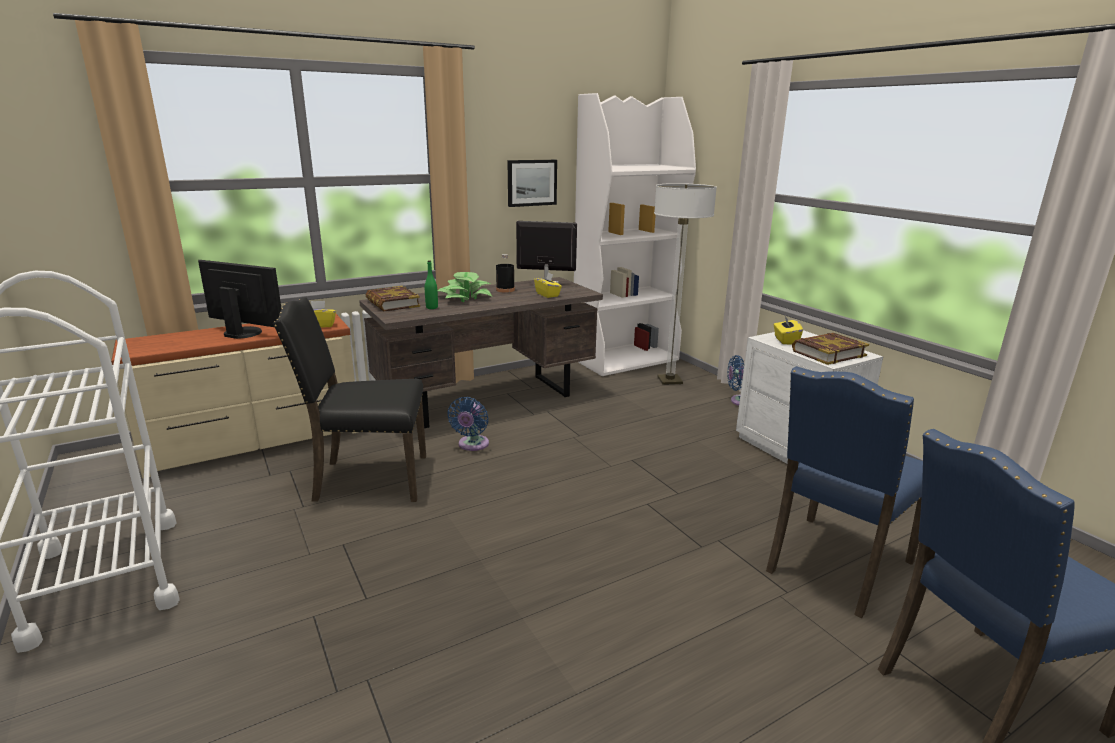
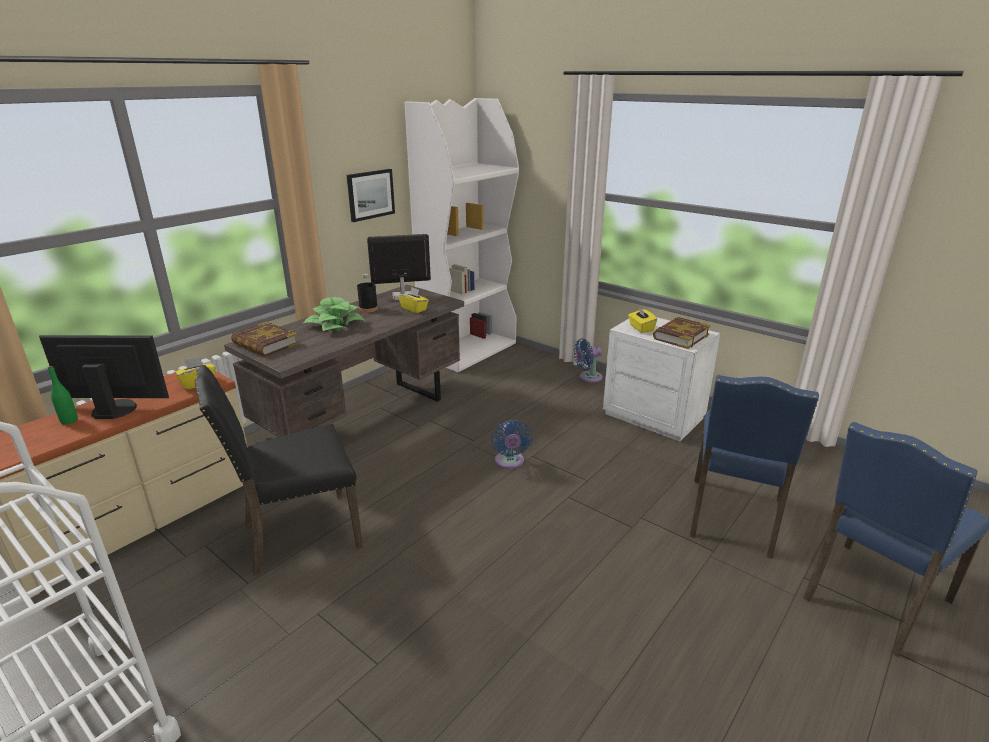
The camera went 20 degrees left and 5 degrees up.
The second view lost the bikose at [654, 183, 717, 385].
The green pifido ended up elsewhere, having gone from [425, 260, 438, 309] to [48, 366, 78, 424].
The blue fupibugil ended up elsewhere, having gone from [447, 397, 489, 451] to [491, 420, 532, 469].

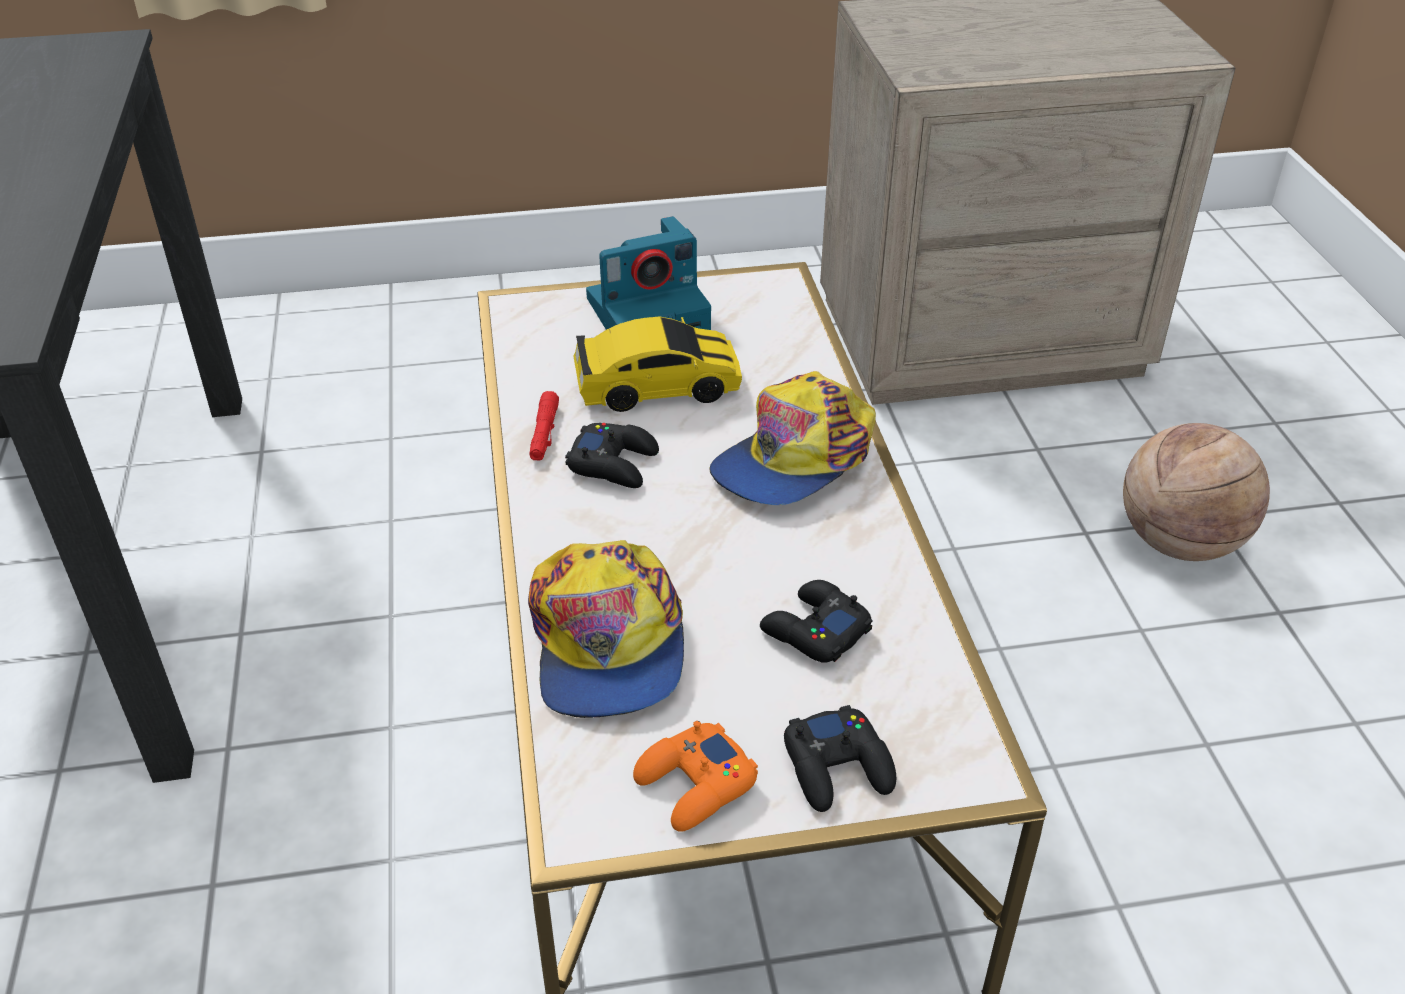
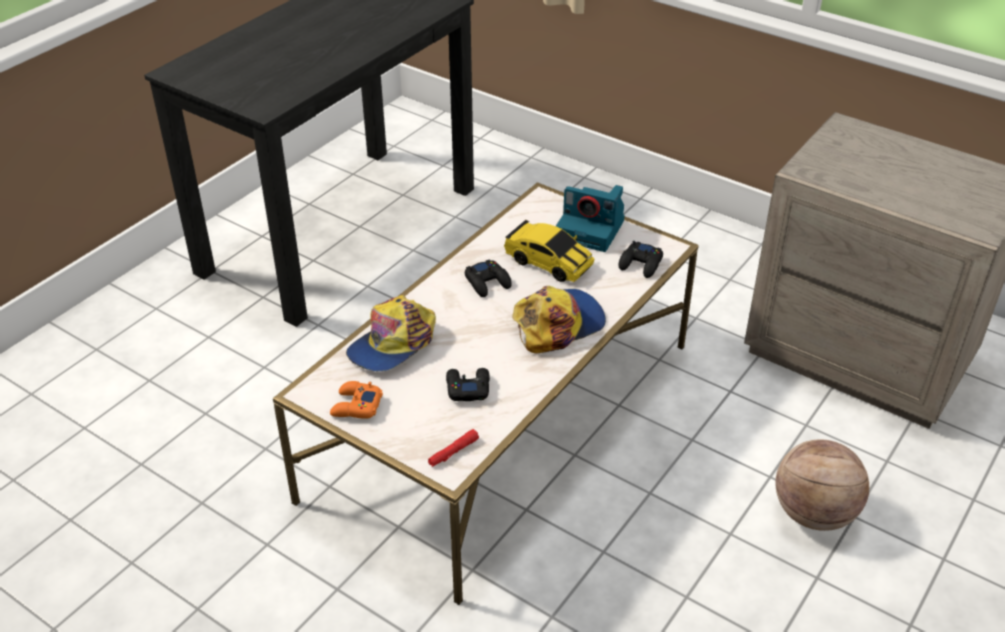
The camera went 45 degrees right and 0 degrees up.
The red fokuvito ended up elsewhere, having gone from [529, 391, 559, 461] to [428, 429, 479, 467].
The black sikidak ended up elsewhere, having gone from [784, 705, 896, 812] to [619, 241, 663, 278].
The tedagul at [709, 371, 876, 505] ended up facing another way, 150 degrees clockwise from before.

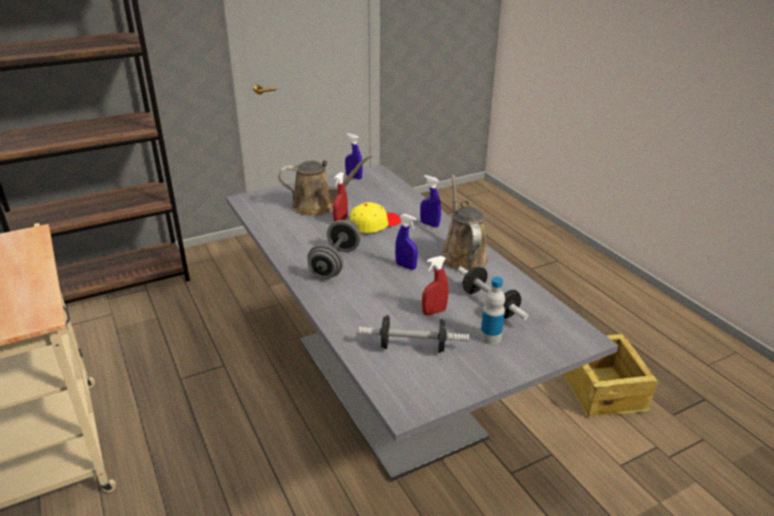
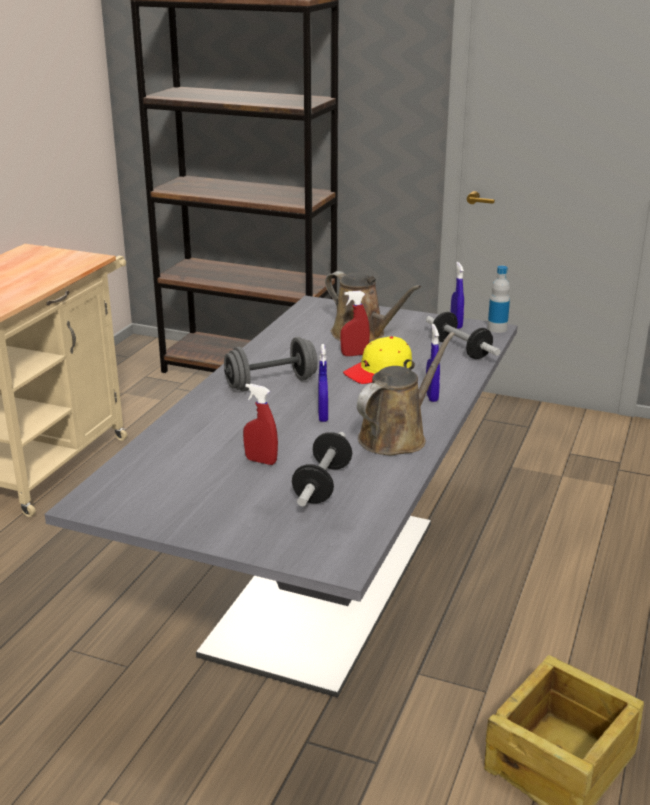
The camera went 50 degrees right and 5 degrees down.
The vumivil ended up elsewhere, having gone from [359, 315, 469, 353] to [426, 312, 501, 359].
The pifido ended up elsewhere, having gone from [480, 277, 505, 344] to [487, 266, 510, 333].
The yellow tedagul at [350, 202, 401, 233] ended up facing another way, 135 degrees clockwise from before.

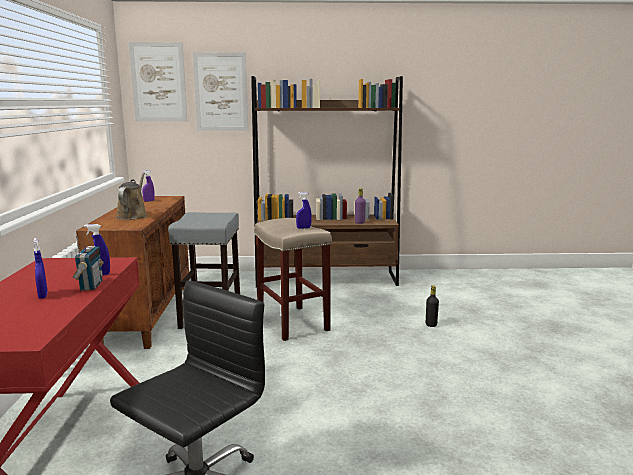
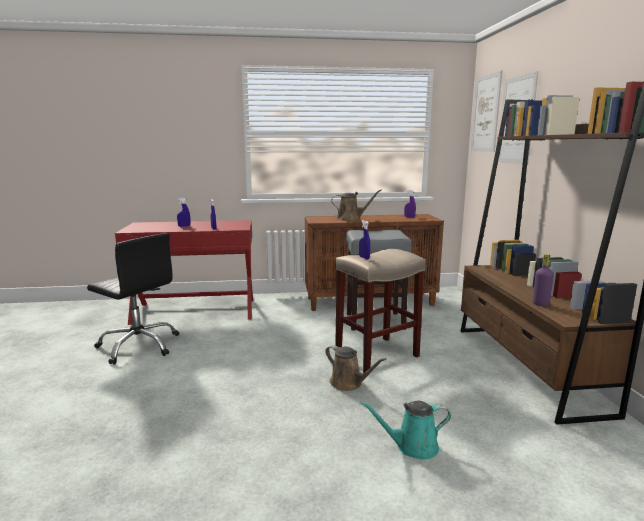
The camera went 85 degrees right and 0 degrees up.
The second view lost the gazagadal at [72, 234, 103, 291].
The second view gained the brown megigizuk at [325, 345, 386, 391].
Where the black pifido stood at [426, 285, 439, 327], the turquoise megigizuk came to stand at [360, 401, 451, 460].

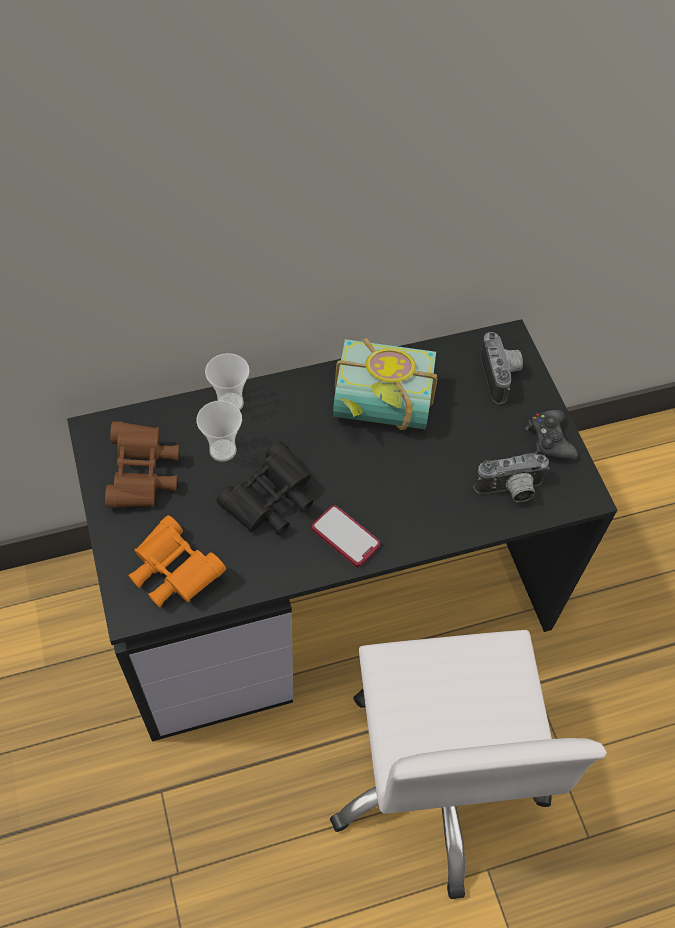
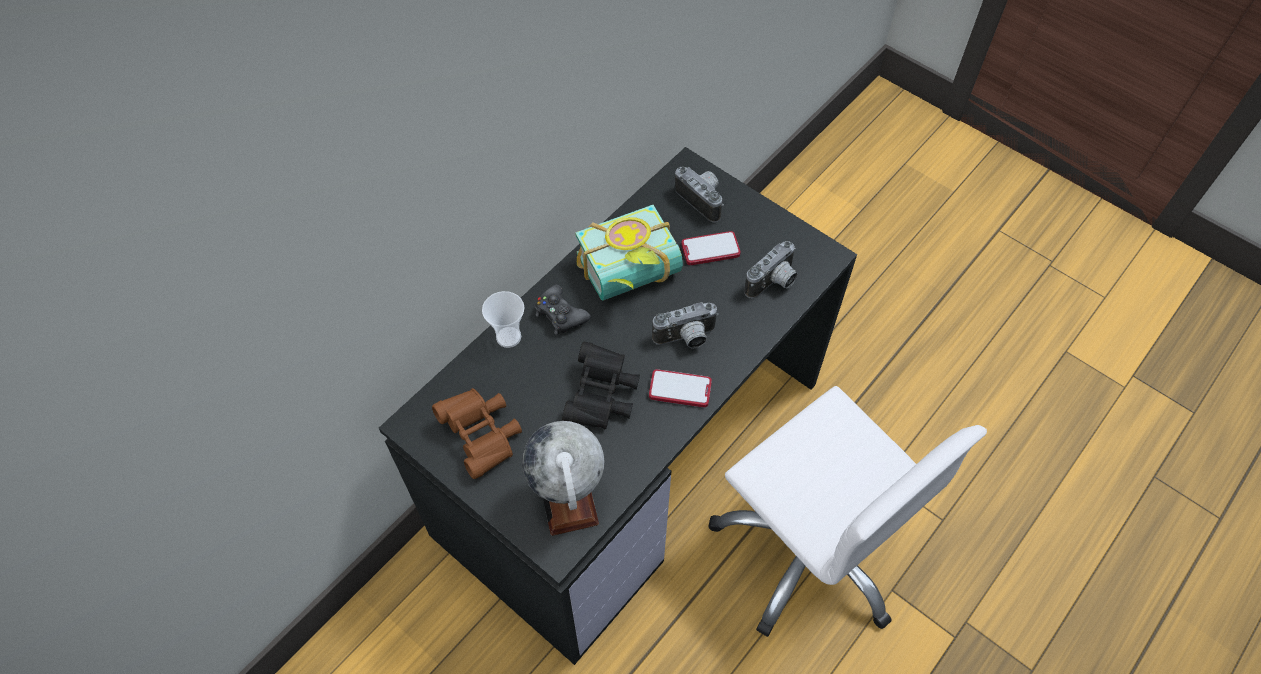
The camera went 30 degrees left and 0 degrees up.
The second view lost the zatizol at [197, 401, 242, 462].
The second view gained the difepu at [652, 302, 719, 349].
The second view gained the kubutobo at [681, 231, 741, 265].
The black sikidak ended up elsewhere, having gone from [525, 410, 578, 460] to [535, 285, 591, 335].
Where the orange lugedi stood at [128, 515, 226, 607], the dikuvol came to stand at [522, 421, 604, 536].

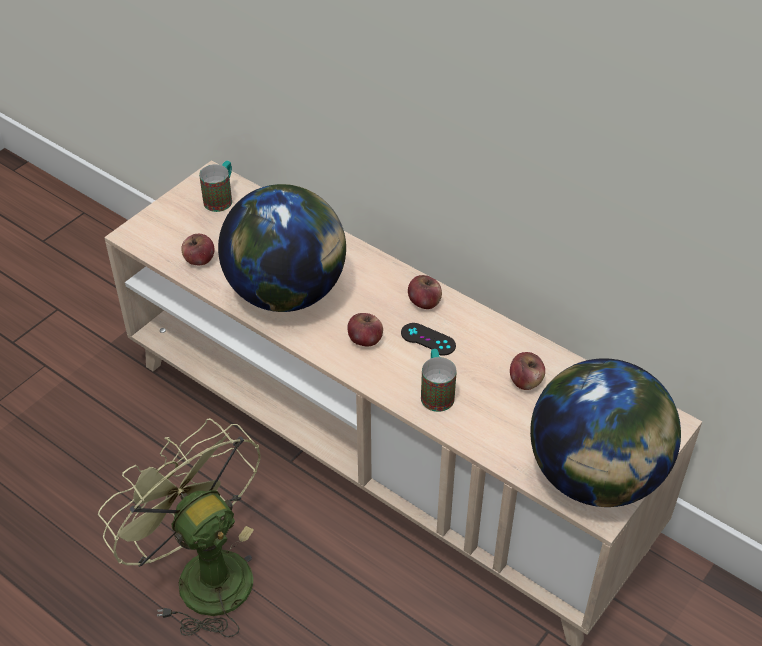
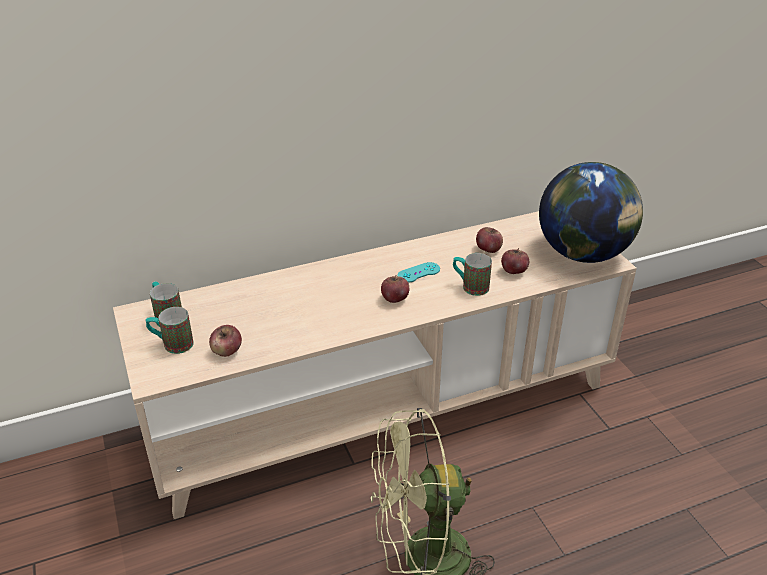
The camera went 60 degrees left and 10 degrees down.
The second view lost the dikuvol at [218, 184, 346, 312].
The second view gained the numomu at [146, 307, 194, 354].
The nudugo ended up elsewhere, having gone from [408, 275, 442, 309] to [501, 248, 529, 274].
What was the black sikidak at [401, 323, 456, 356] turned into the turquoise sikidak at [397, 262, 440, 283].

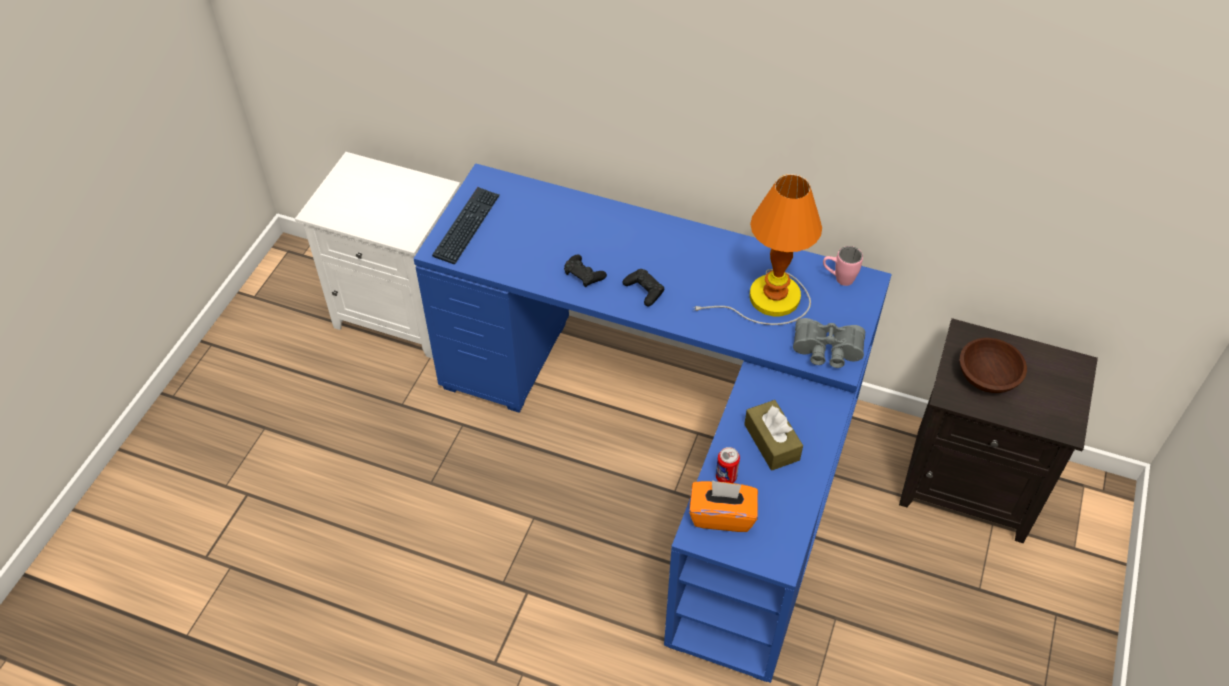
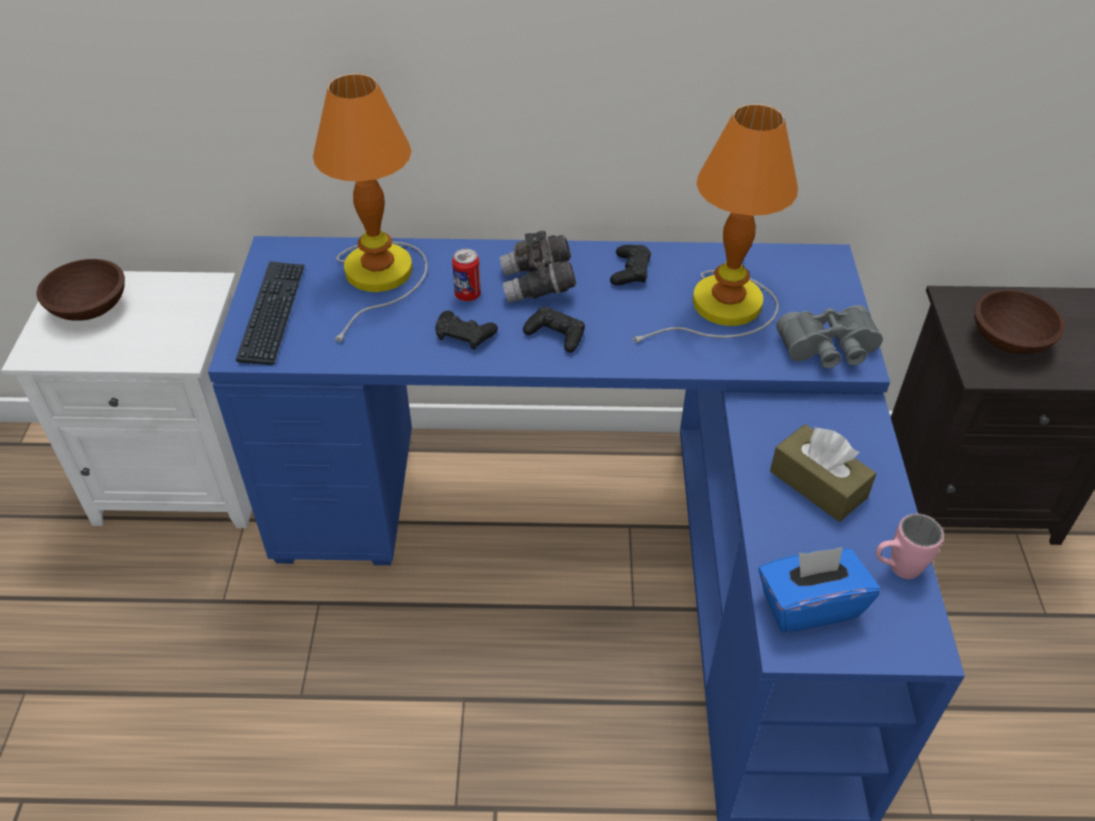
The camera went 20 degrees left and 5 degrees down.
The second view gained the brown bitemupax at [36, 259, 125, 321].
The second view gained the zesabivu at [313, 73, 428, 343].
The second view gained the grey lugedi at [500, 231, 576, 303].
The second view gained the black sikidak at [610, 245, 651, 285].
The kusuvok ended up elsewhere, having gone from [716, 447, 740, 483] to [452, 249, 481, 301].
The pink numomu ended up elsewhere, having gone from [823, 246, 863, 286] to [876, 514, 944, 579].
What was the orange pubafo at [689, 480, 758, 532] turned into the blue pubafo at [759, 547, 880, 633].

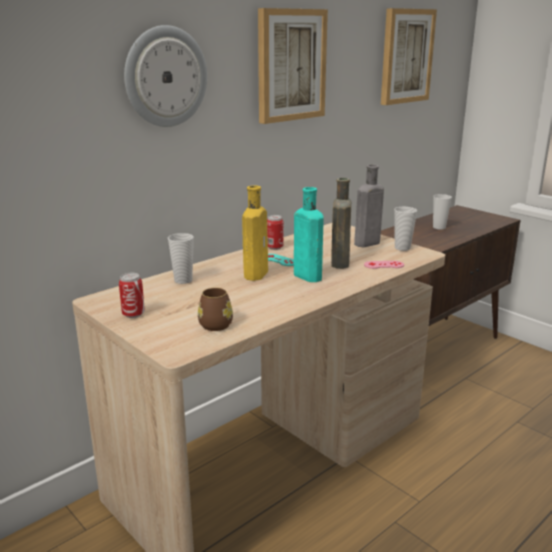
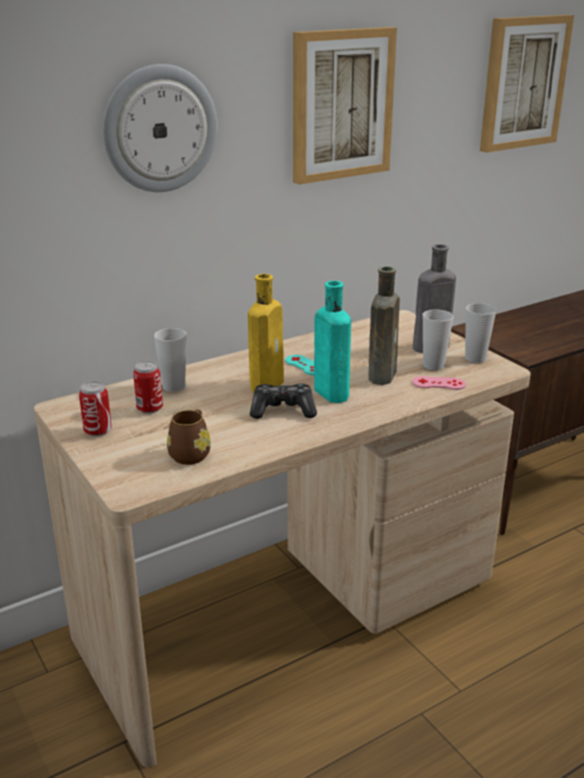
The camera went 10 degrees right and 5 degrees up.
The second view gained the sikidak at [250, 384, 317, 419].
The kusuvok ended up elsewhere, having gone from [267, 215, 284, 250] to [133, 361, 163, 414].
The zatizol ended up elsewhere, having gone from [433, 194, 452, 230] to [423, 309, 454, 370].

